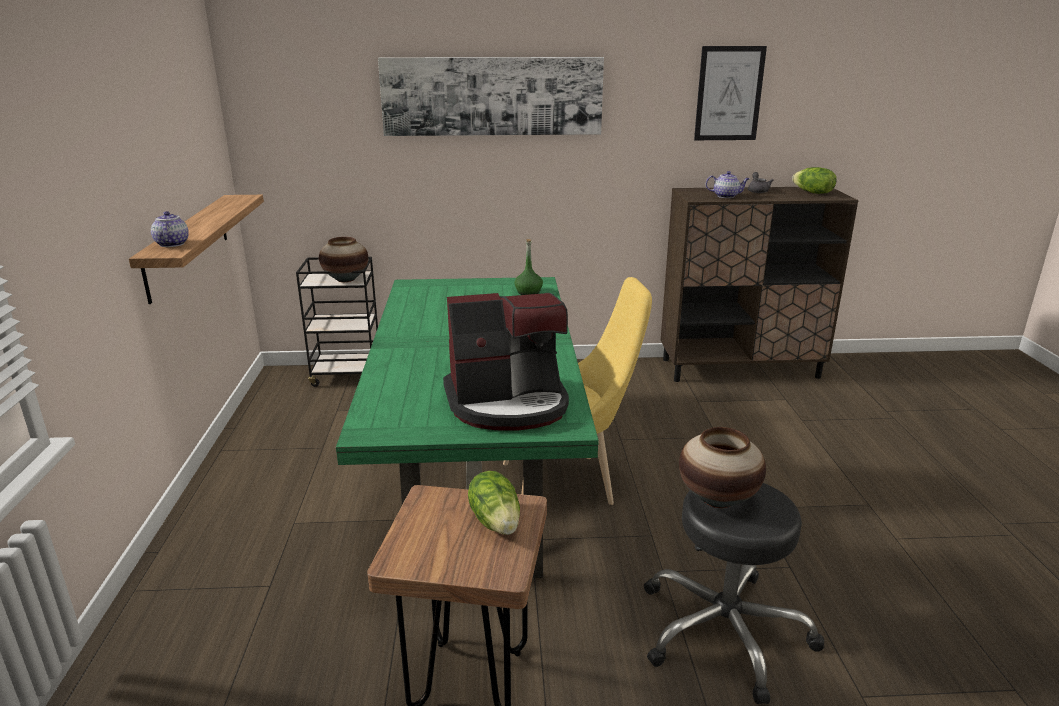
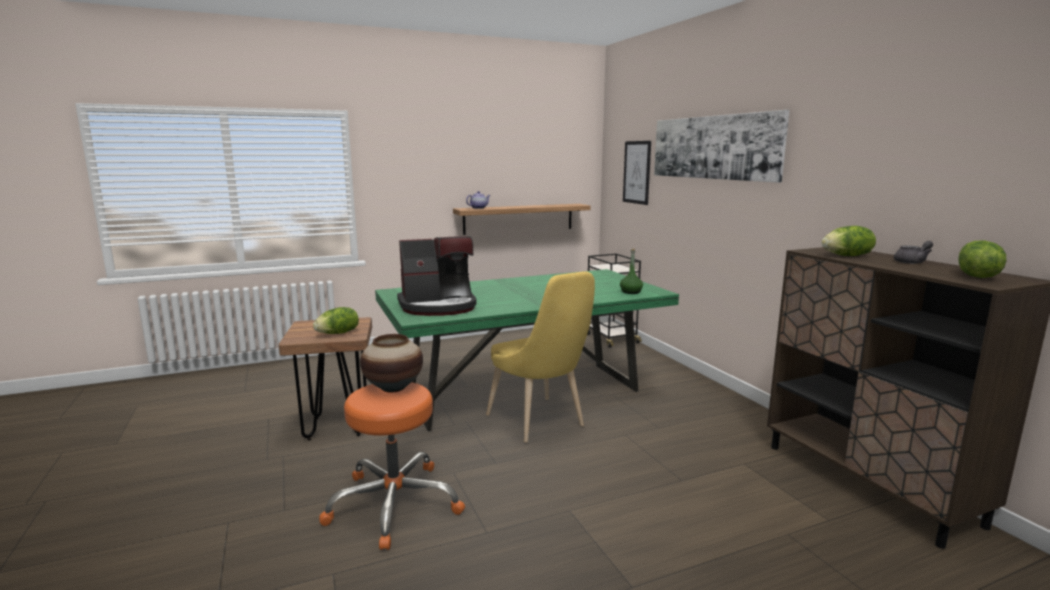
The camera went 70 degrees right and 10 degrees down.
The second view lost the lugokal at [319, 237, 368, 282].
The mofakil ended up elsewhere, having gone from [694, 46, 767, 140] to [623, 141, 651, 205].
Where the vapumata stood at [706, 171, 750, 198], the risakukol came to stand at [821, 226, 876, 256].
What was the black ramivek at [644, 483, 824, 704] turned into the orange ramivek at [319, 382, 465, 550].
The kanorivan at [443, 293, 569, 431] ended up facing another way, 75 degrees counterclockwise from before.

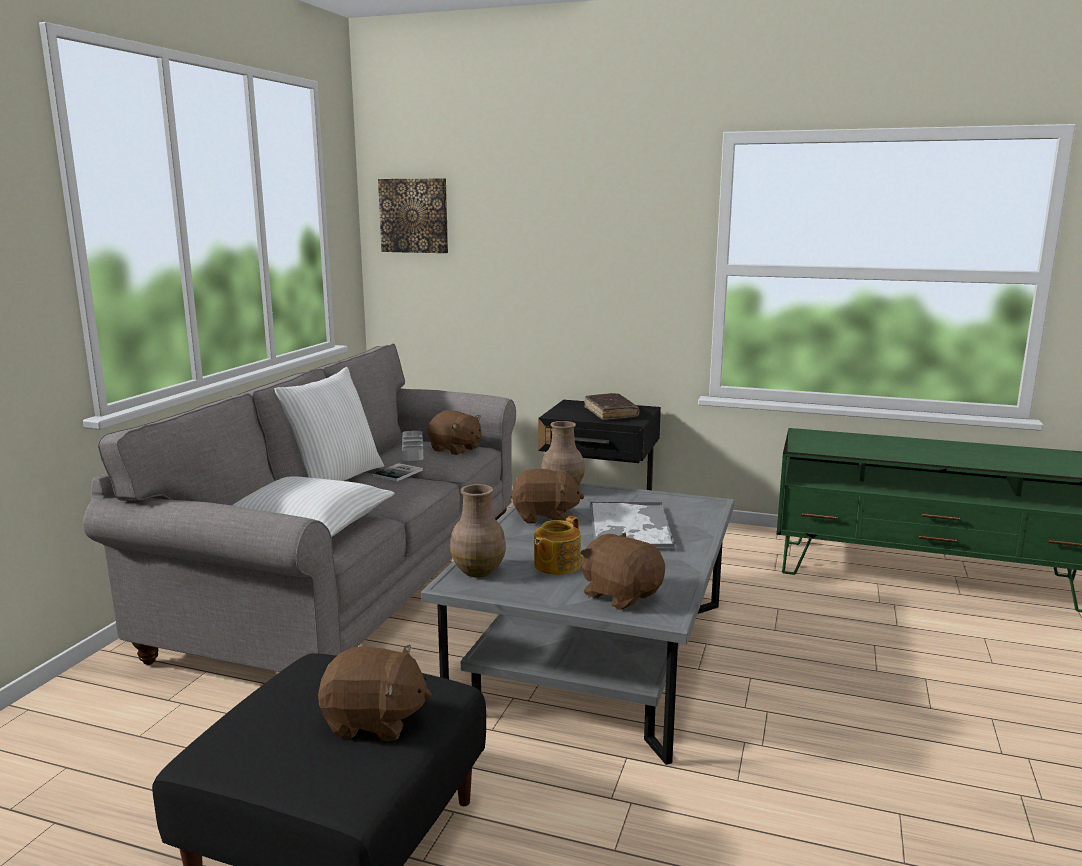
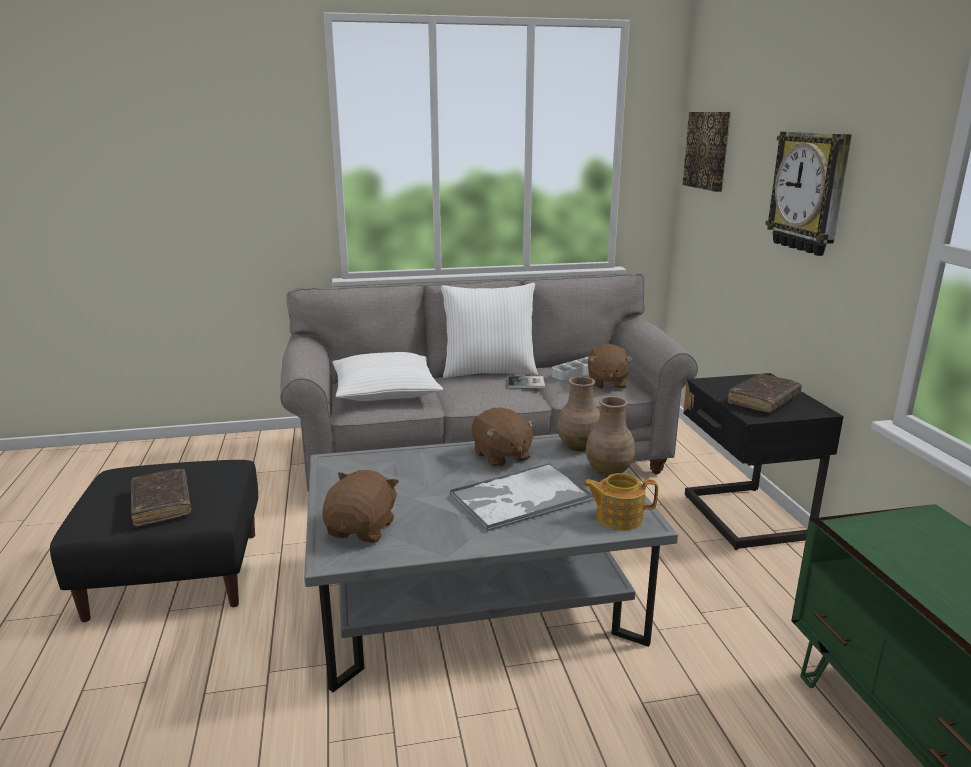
The camera went 60 degrees right and 5 degrees up.
The second view gained the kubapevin at [765, 131, 852, 256].
The brown lugokal ended up elsewhere, having gone from [450, 484, 506, 577] to [586, 396, 635, 477].
The vapumata ended up elsewhere, having gone from [534, 516, 581, 575] to [583, 473, 658, 530].
Where the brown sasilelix stood at [318, 645, 432, 741], the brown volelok came to stand at [131, 469, 192, 527].

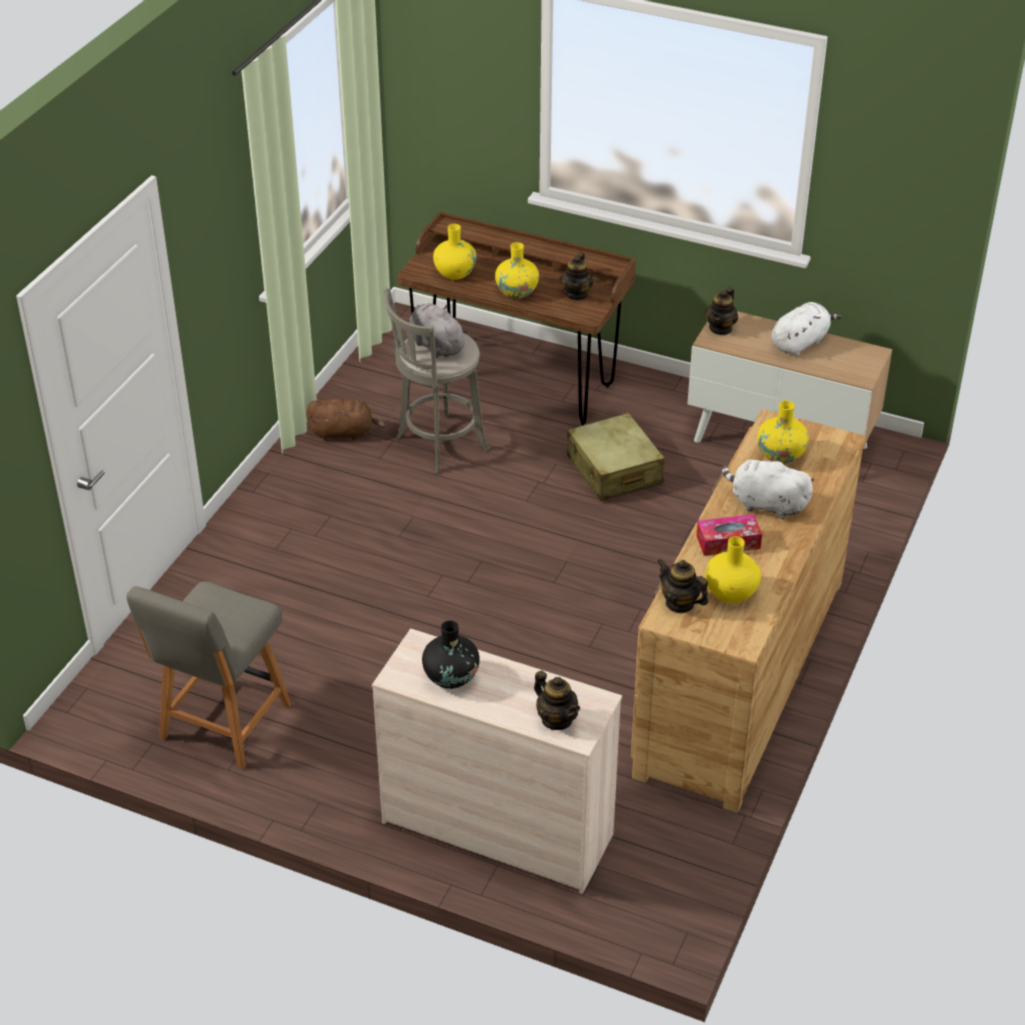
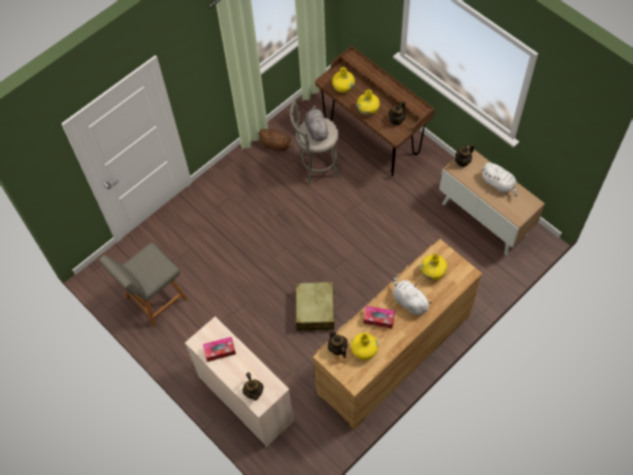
The camera went 25 degrees right and 20 degrees up.
The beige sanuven ended up elsewhere, having gone from [567, 413, 665, 501] to [294, 282, 335, 332].
Where the black lugokal stood at [422, 620, 480, 689], the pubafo came to stand at [203, 337, 236, 362].
The white sasilelix at [771, 302, 842, 356] ended up facing another way, 60 degrees clockwise from before.

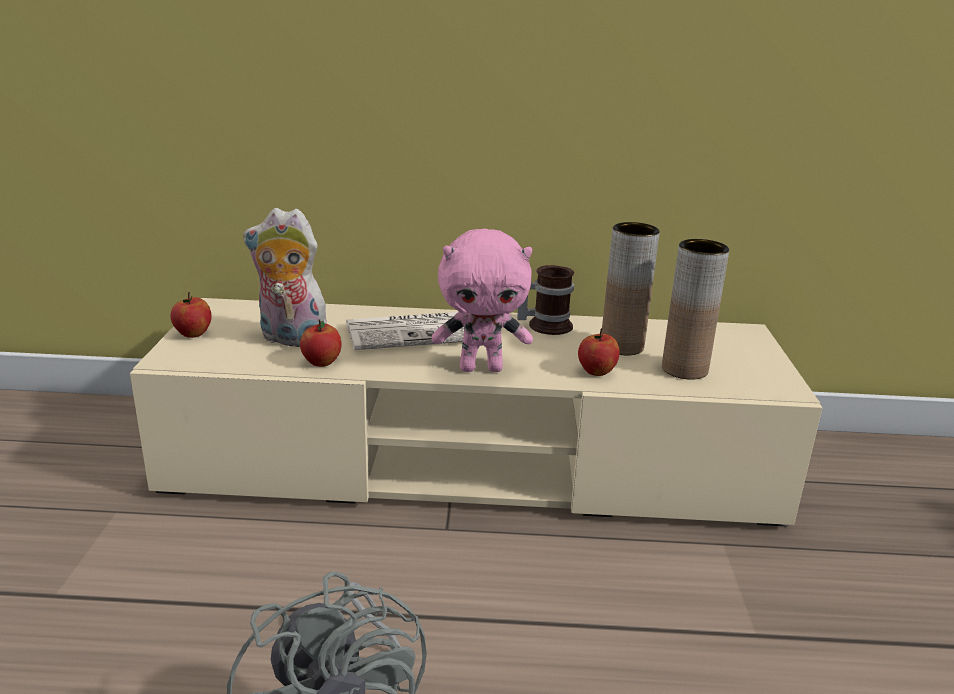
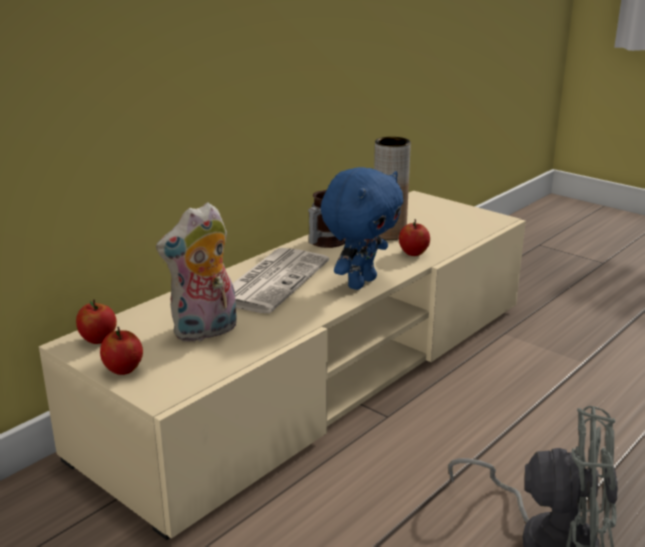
The camera went 50 degrees left and 0 degrees up.
The second view lost the brown lugokal at [662, 239, 729, 380].
The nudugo ended up elsewhere, having gone from [300, 319, 342, 367] to [76, 299, 117, 344].
What was the pink sasilelix at [432, 229, 533, 372] turned into the blue sasilelix at [320, 167, 403, 290].

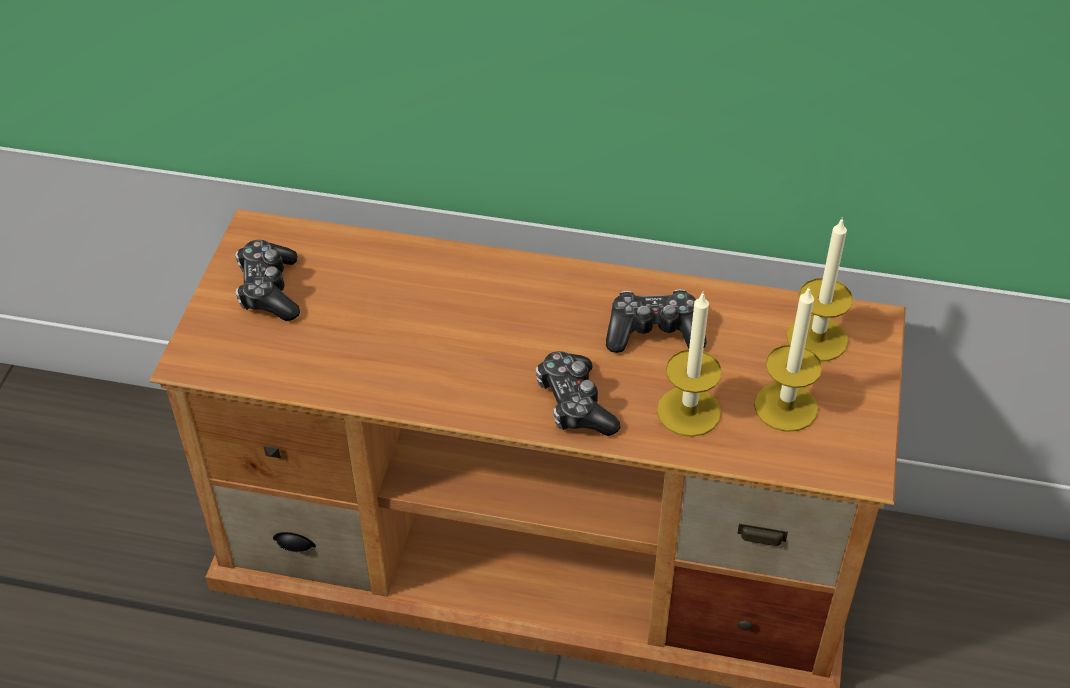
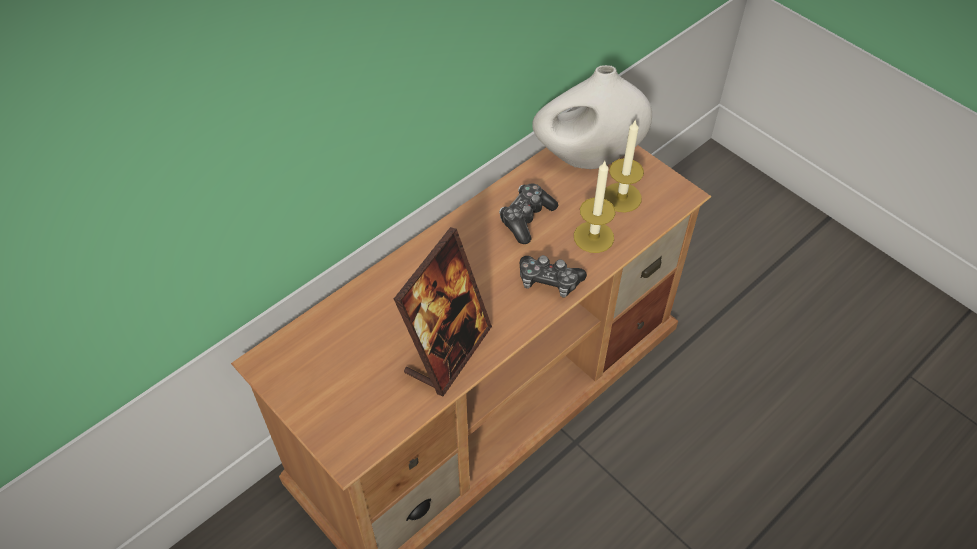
The camera went 55 degrees left and 5 degrees up.
The second view lost the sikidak at [235, 240, 300, 321].
The second view gained the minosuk at [394, 227, 492, 396].
Where the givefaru stood at [786, 217, 853, 361], the white lugokal came to stand at [532, 65, 652, 169].

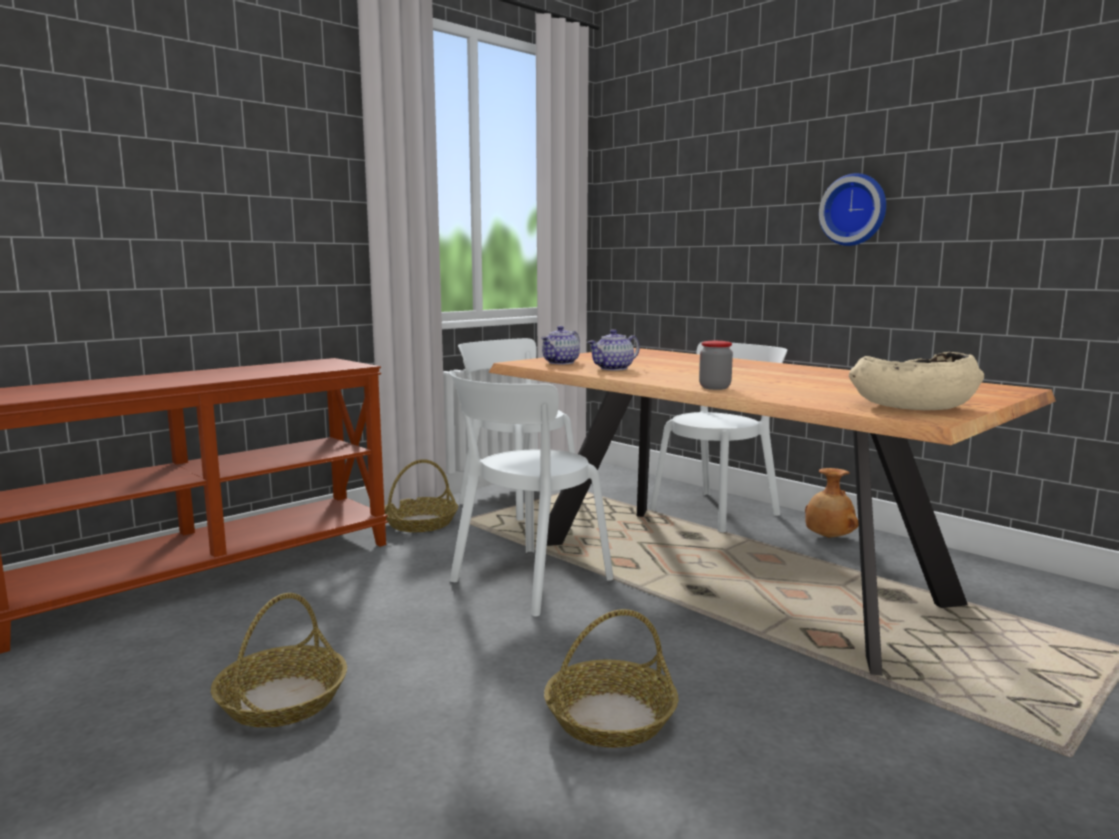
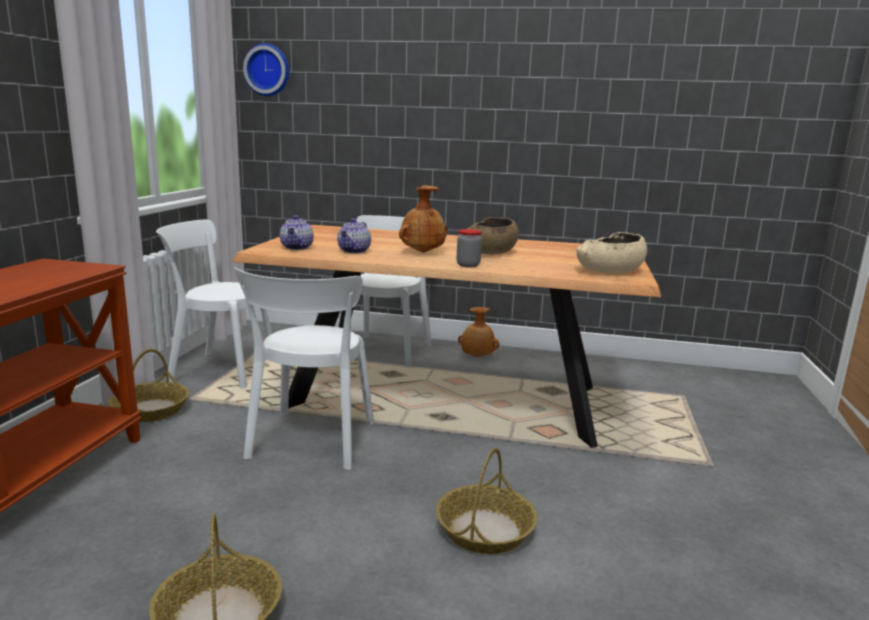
The camera went 35 degrees left and 5 degrees up.
The second view gained the brown lugokal at [399, 185, 448, 253].
The second view gained the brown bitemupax at [467, 217, 519, 254].
The kubapevin ended up elsewhere, having gone from [819, 173, 886, 246] to [243, 43, 289, 96].

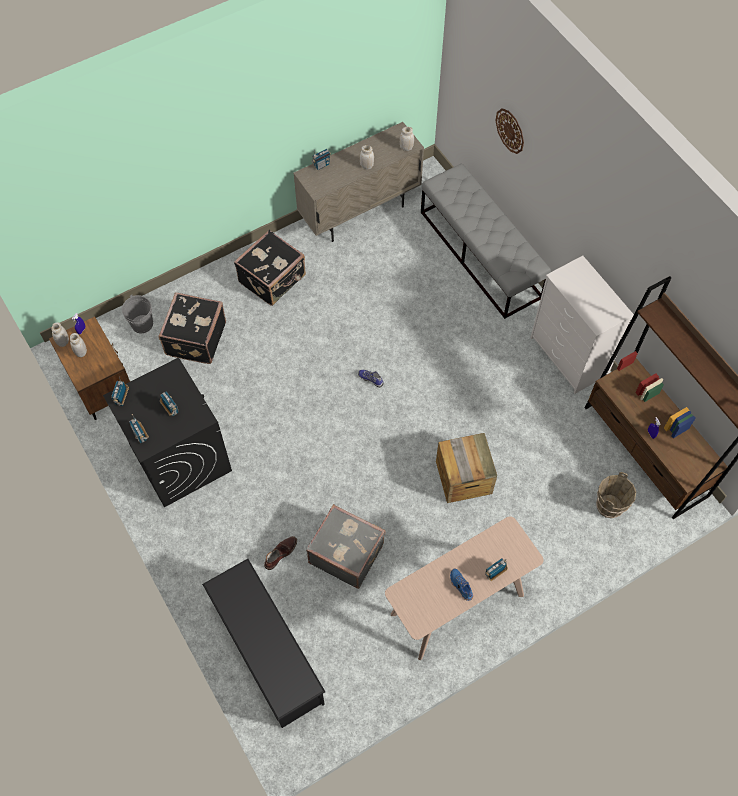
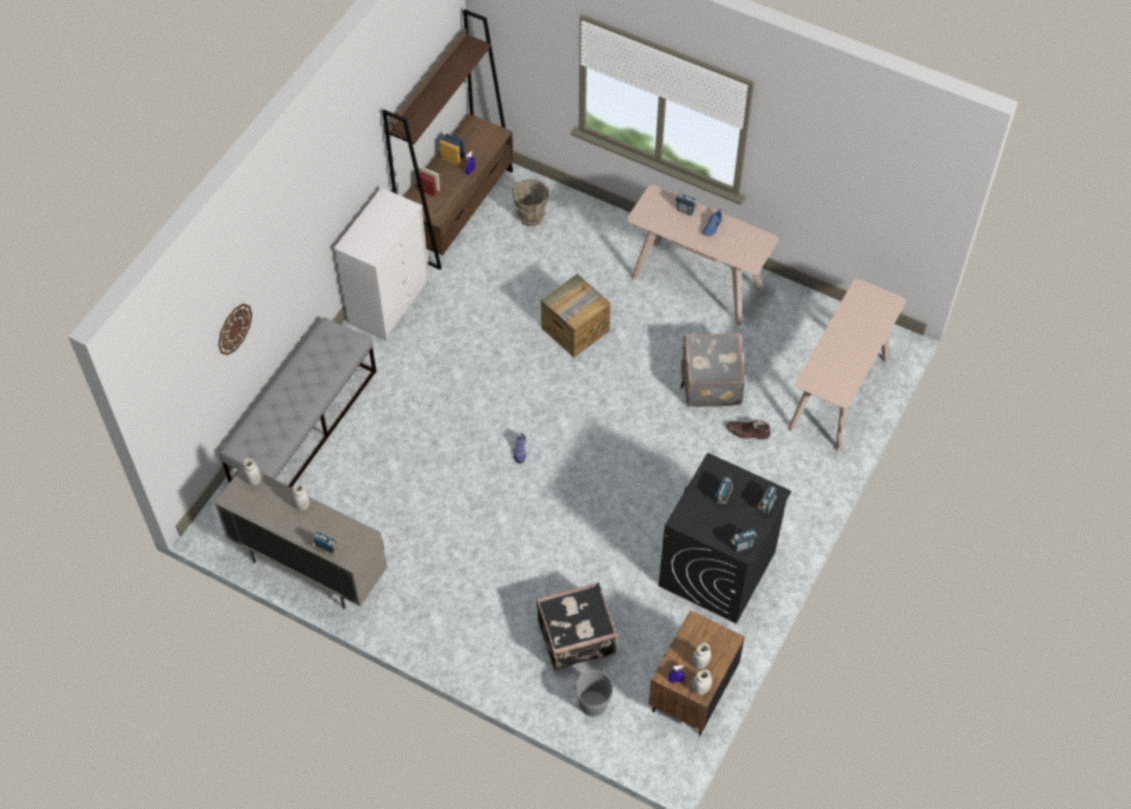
The camera went 120 degrees left and 5 degrees down.
The second view lost the black sanuven at [234, 230, 306, 306].
Where the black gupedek stood at [202, 559, 325, 728], the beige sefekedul came to stand at [788, 279, 906, 452].

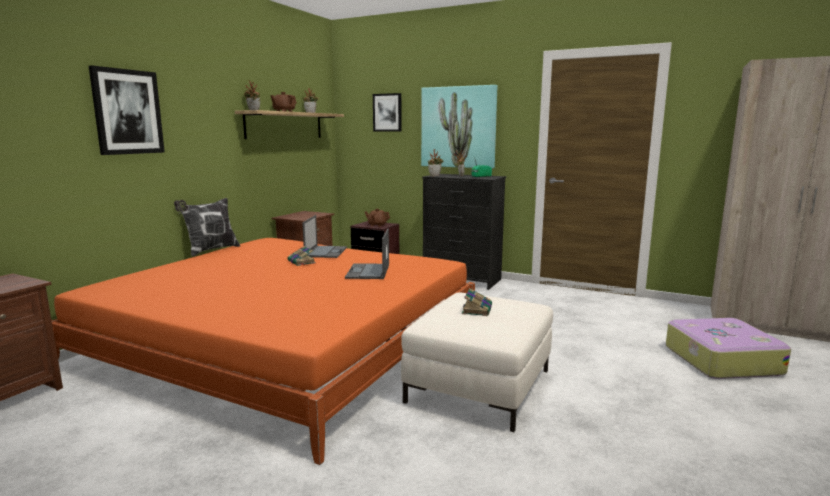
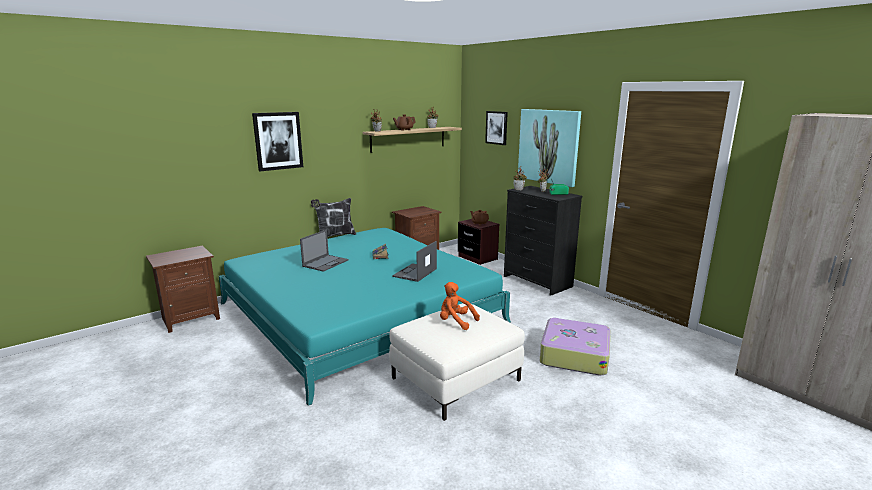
The camera went 25 degrees right and 5 degrees up.
The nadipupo ended up elsewhere, having gone from [303, 215, 347, 258] to [300, 230, 349, 272].
The sanuven ended up elsewhere, having gone from [666, 318, 791, 379] to [540, 318, 610, 376].
Where the volelok stood at [462, 288, 492, 316], the orange sasilelix came to stand at [440, 282, 480, 330].
What was the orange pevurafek at [52, 238, 475, 465] turned into the turquoise pevurafek at [219, 228, 511, 406].

